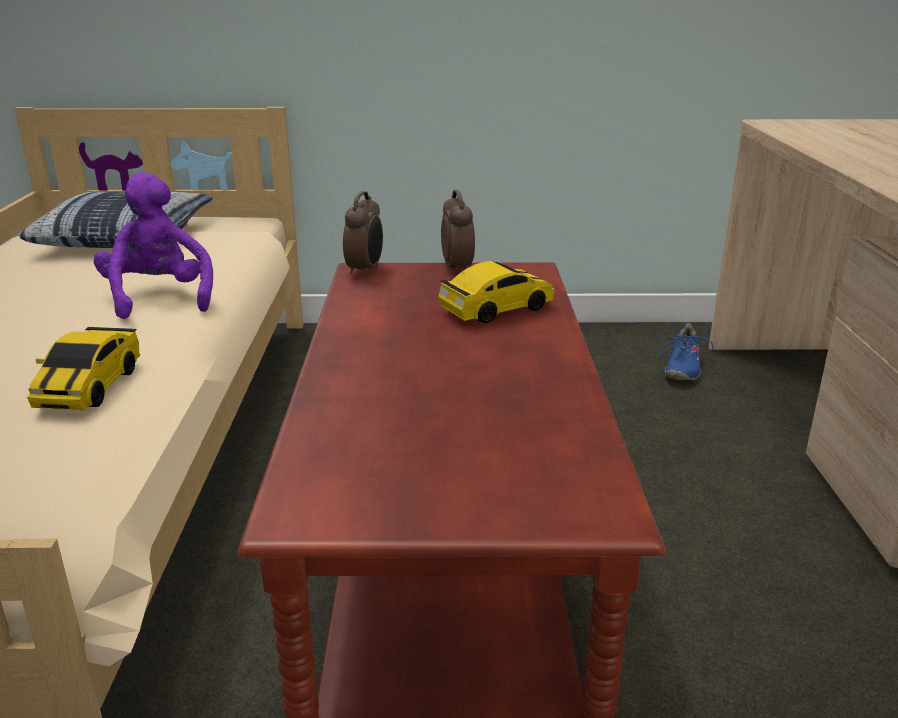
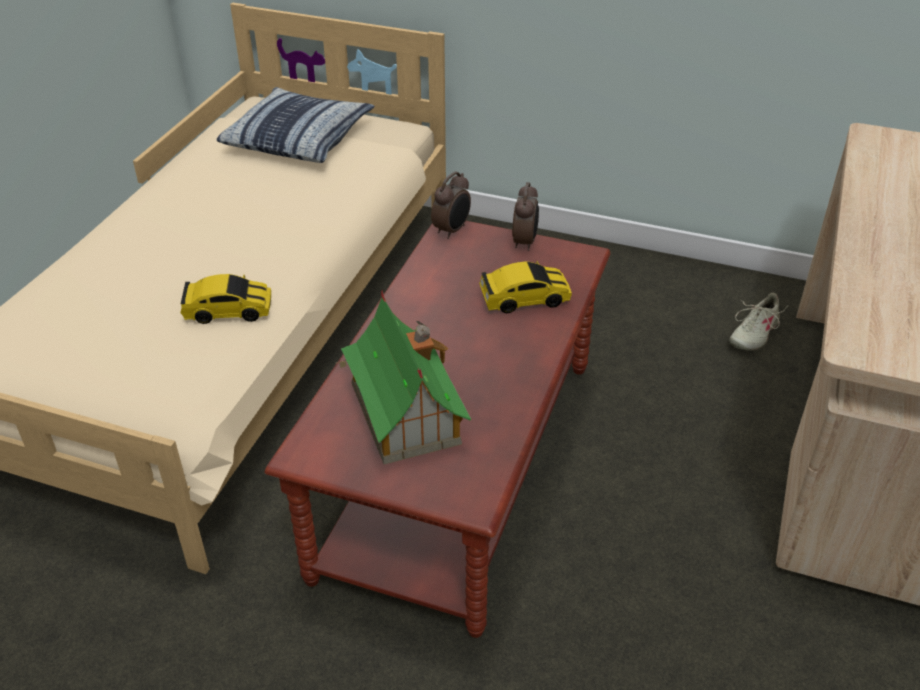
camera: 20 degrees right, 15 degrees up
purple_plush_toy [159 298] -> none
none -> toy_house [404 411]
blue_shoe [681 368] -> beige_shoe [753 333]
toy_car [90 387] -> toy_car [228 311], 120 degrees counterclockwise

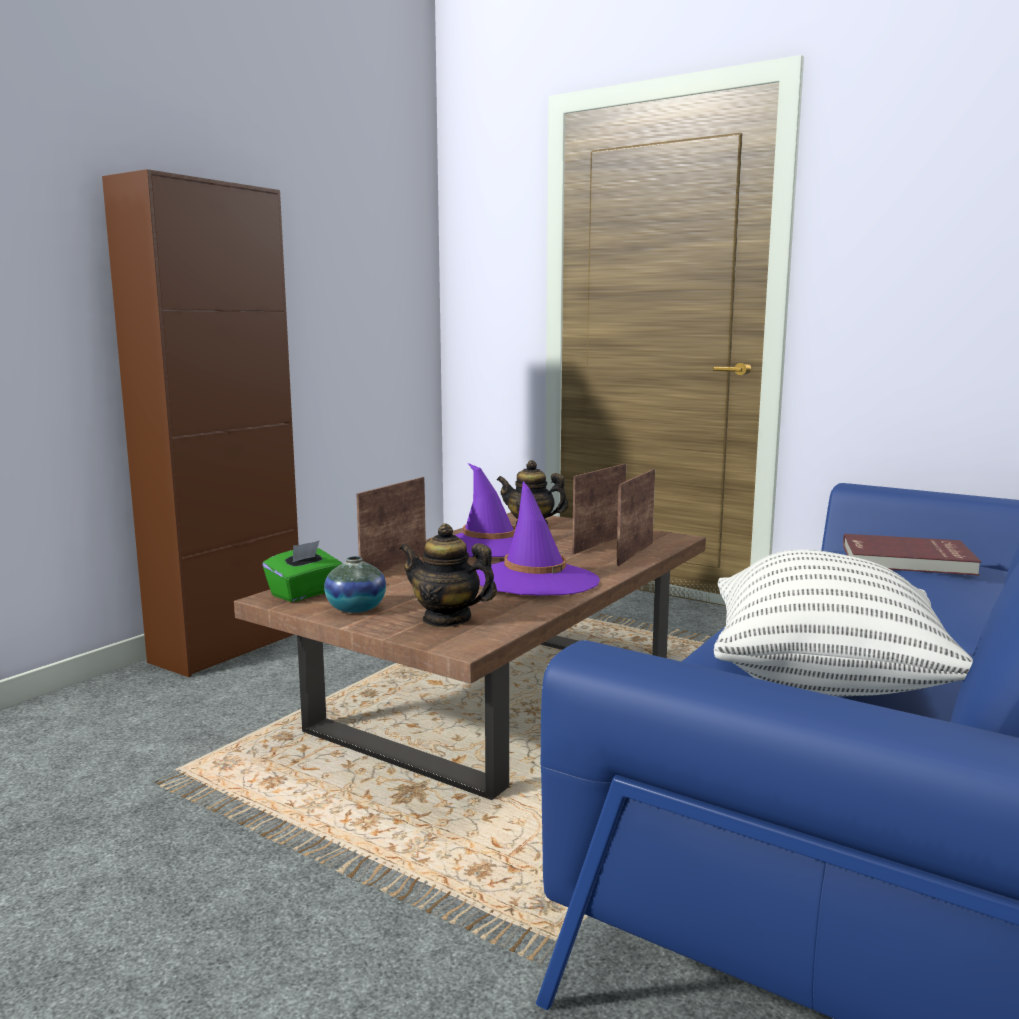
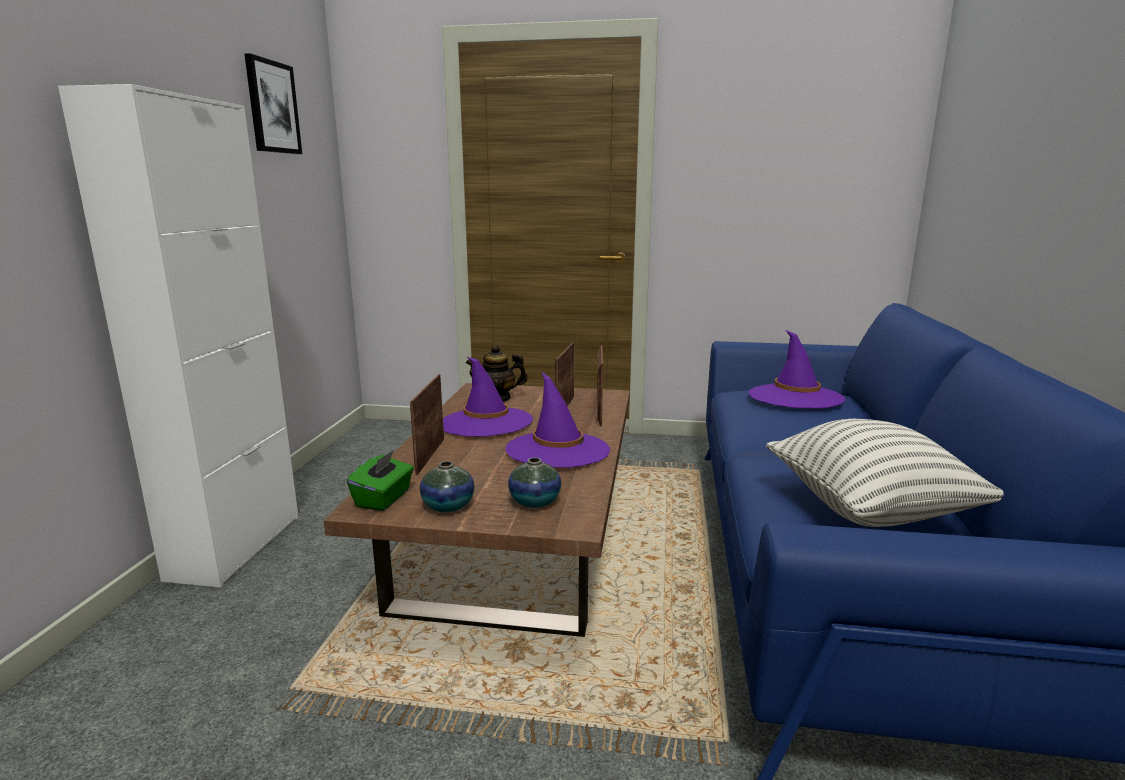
camera: 25 degrees left, 5 degrees up
none -> picture [272 107]
teapot [447 619] -> vase [535 502]
red_book [907 560] -> purple_hat [795 397]
brown_cabinet [228 647] -> white_cabinet [235 547]

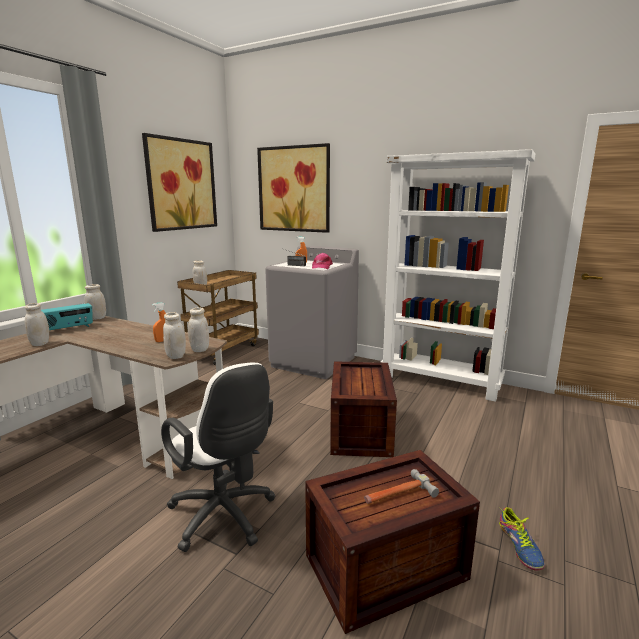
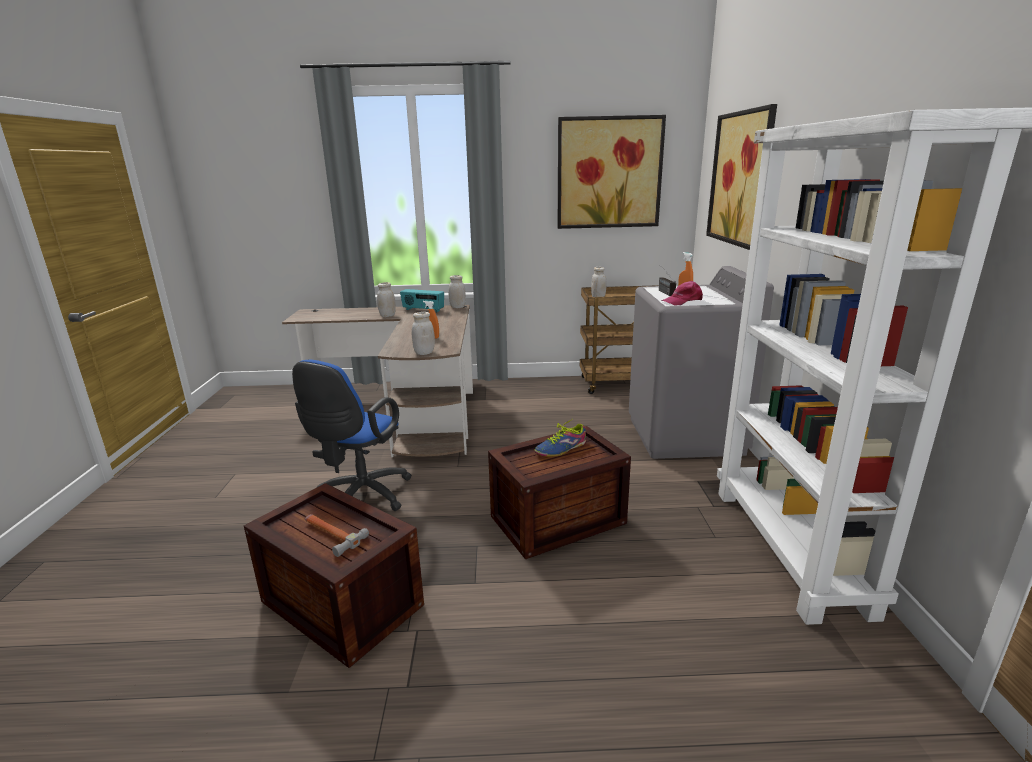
camera: 60 degrees right, 5 degrees up
white_jar [176 356] -> none
shoe [520 545] -> shoe [561 449], shifted
white_office_chair [225 517] -> blue_office_chair [360 498]

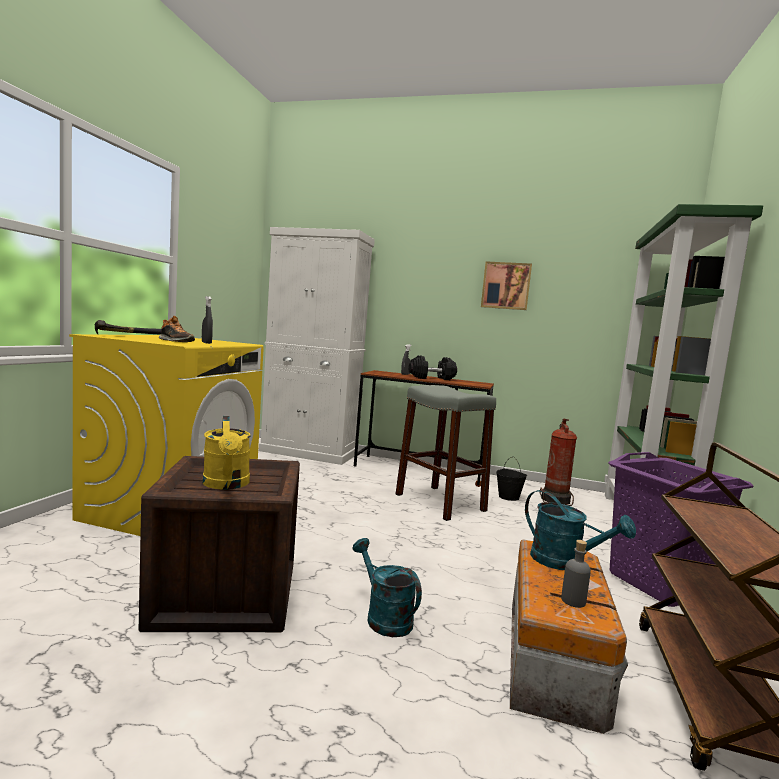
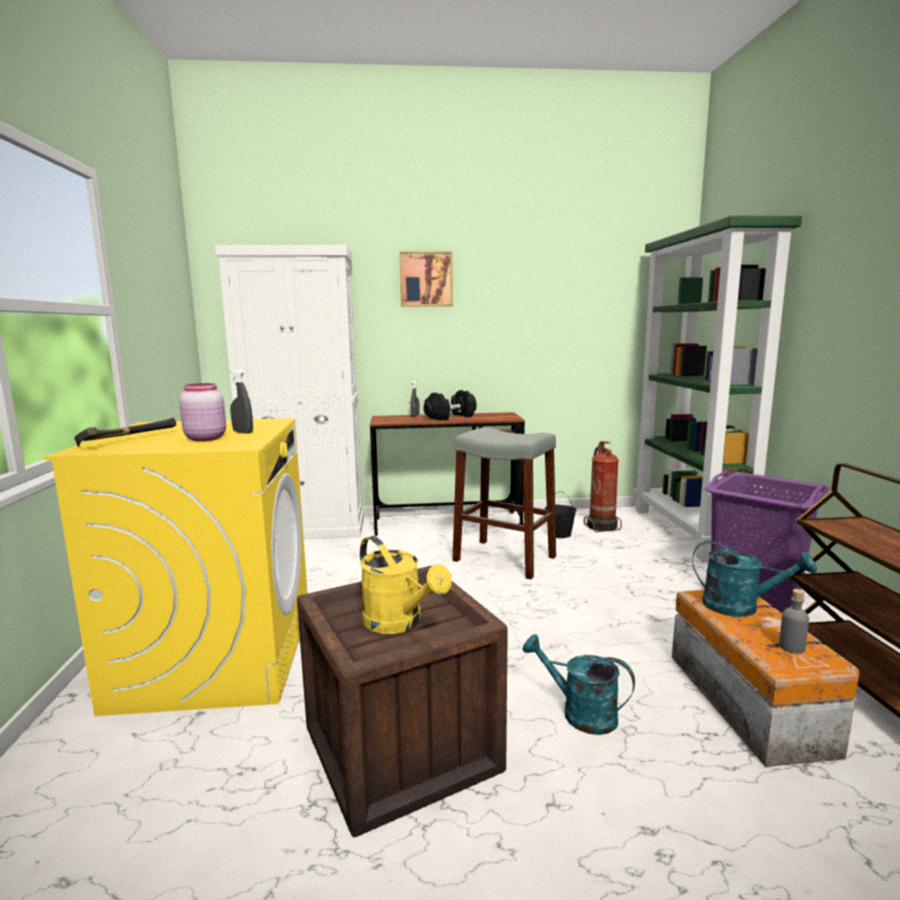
camera: 20 degrees left, 5 degrees up
picture [506 286] -> picture [426 279], shifted
shoe [175 341] -> pink_jar [205 438]

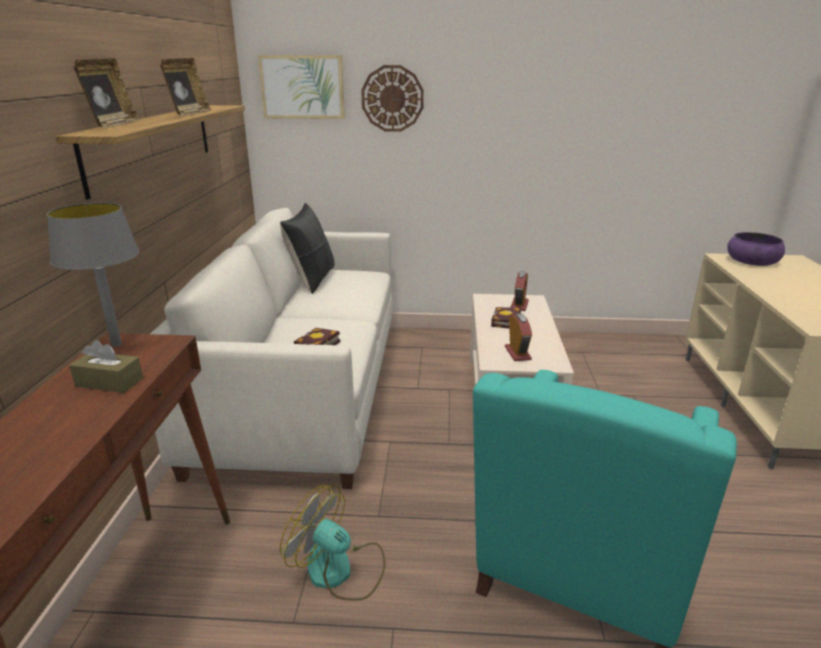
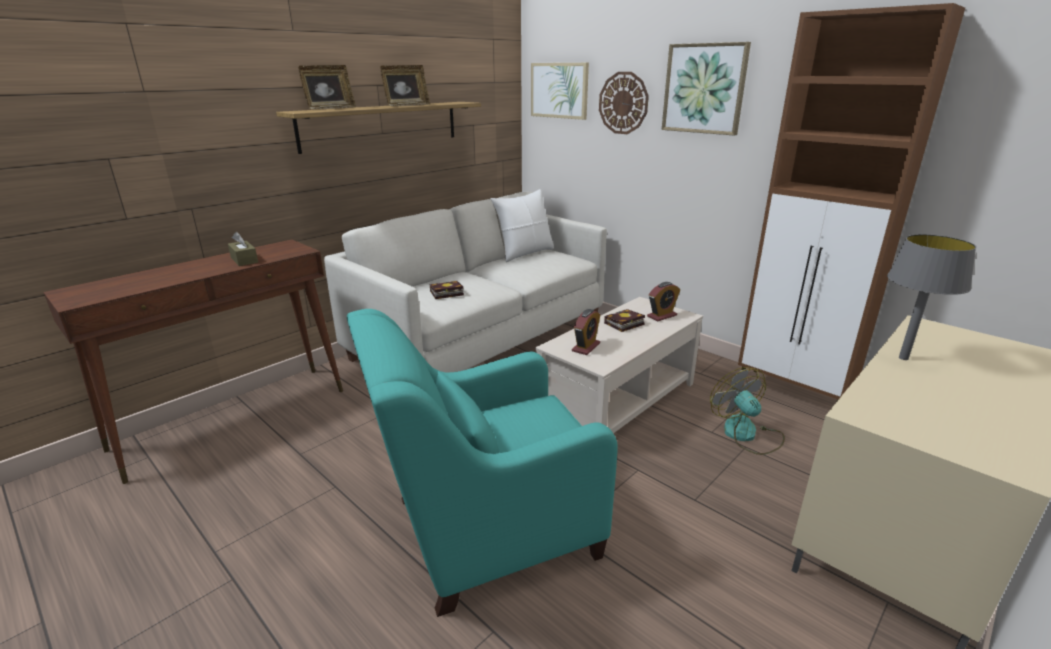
camera: 40 degrees right, 0 degrees up
purple_bowl [752 261] -> none
none -> picture [704 89]
none -> brown_cabinet [793 393]
grey_table_lamp [116 344] -> grey_table_lamp [903 358], shifted
fan [339 571] -> fan [746 435], shifted
black_pillow [312 280] -> white_pillow [524 253]

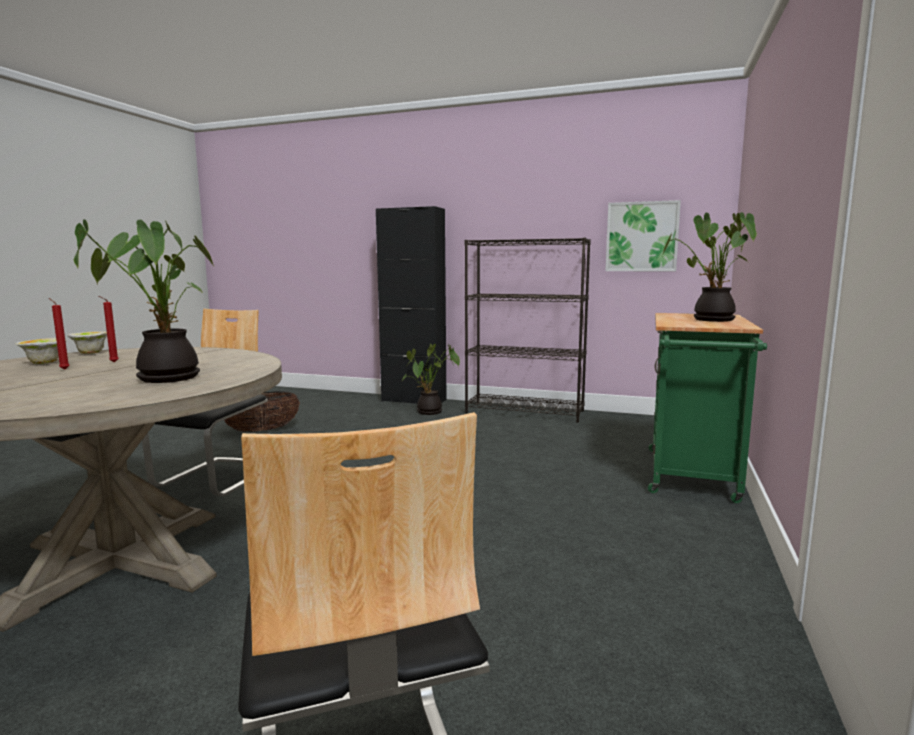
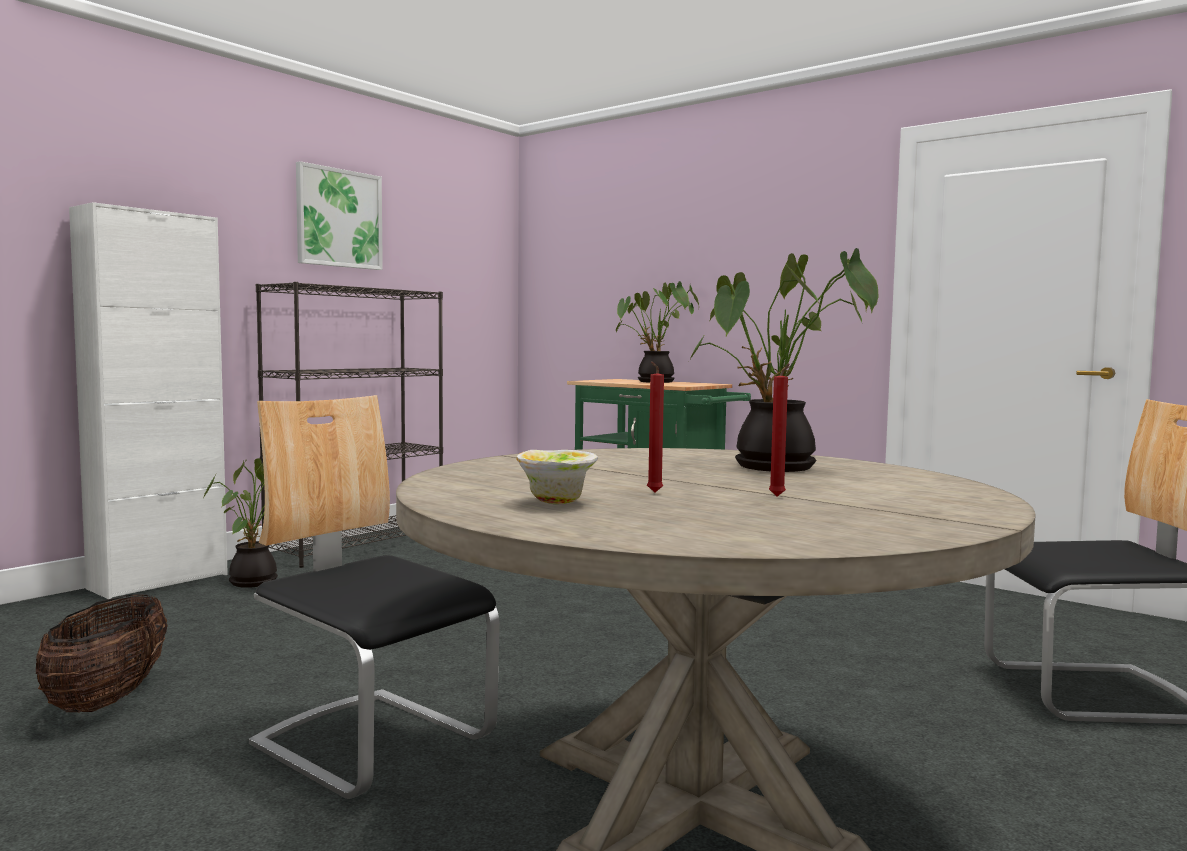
camera: 70 degrees left, 5 degrees down
bowl [89 353] -> none
red_candle [112 362] -> red_candle [778 497], shifted
picture [642 237] -> picture [339 218], shifted
black_cabinet [414 400] -> white_cabinet [159 581]

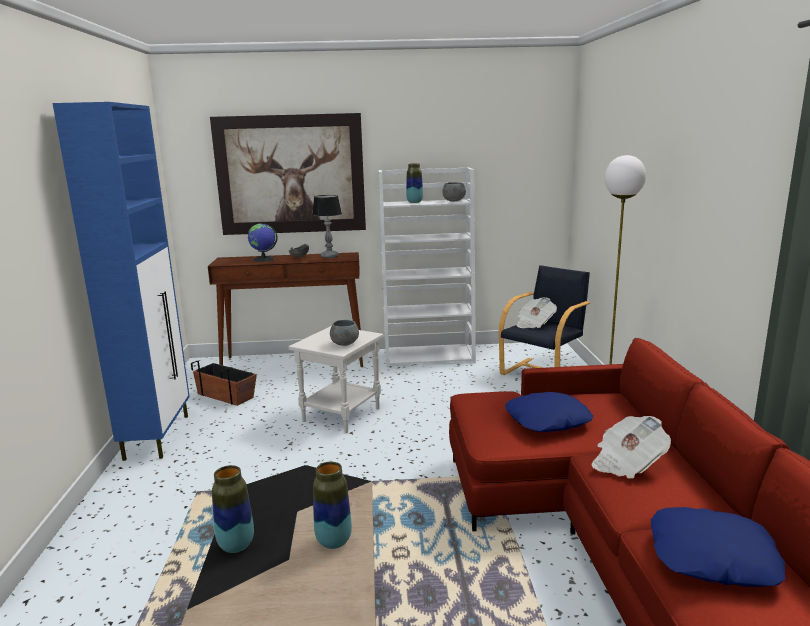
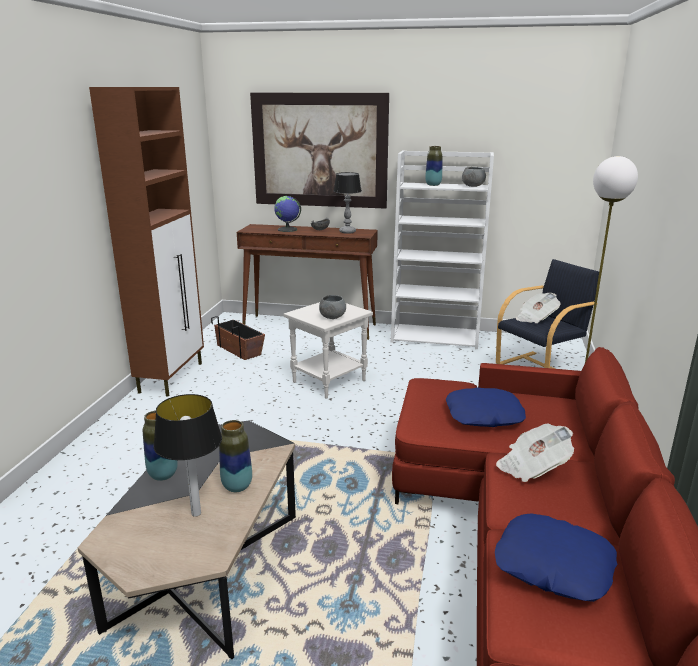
camera: 15 degrees right, 5 degrees up
none -> table_lamp [196 513]
blue_cabinet [158 436] -> brown_cabinet [172 377]

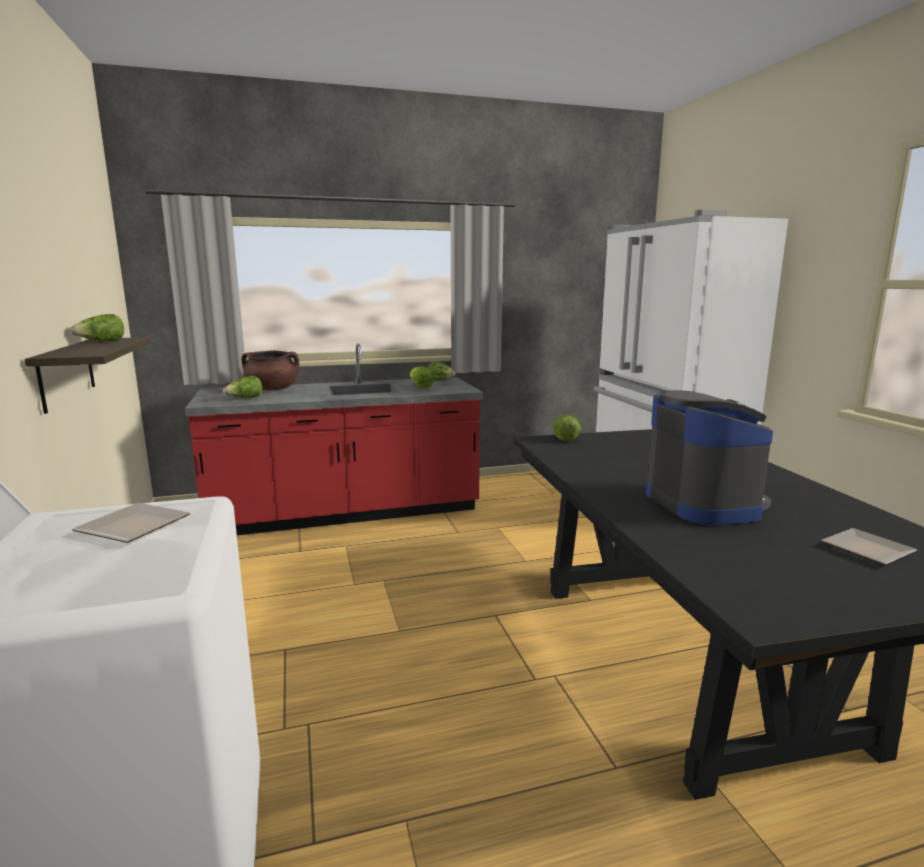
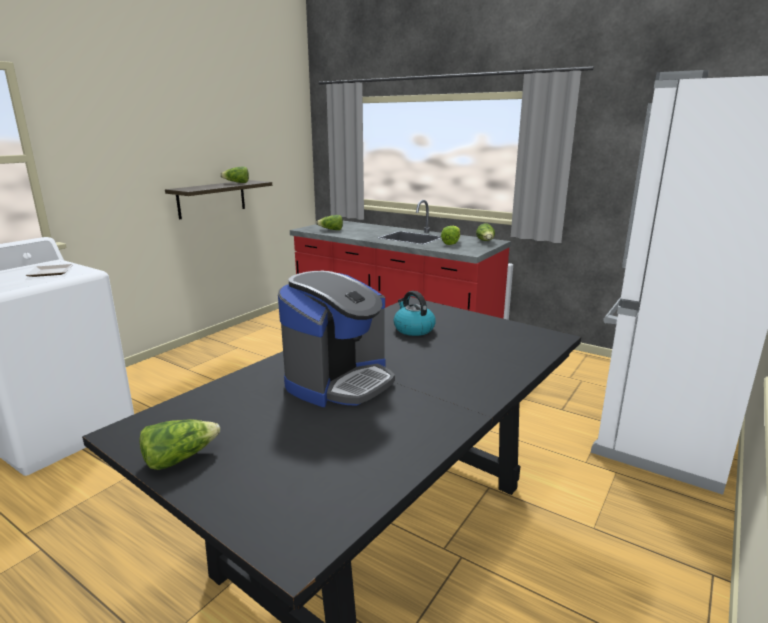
camera: 50 degrees right, 5 degrees up
brown_cooking_pot [272 389] -> none
plate [870 550] -> none
none -> kettle [413 329]
lettuce [565 438] -> lettuce [179 458], shifted

